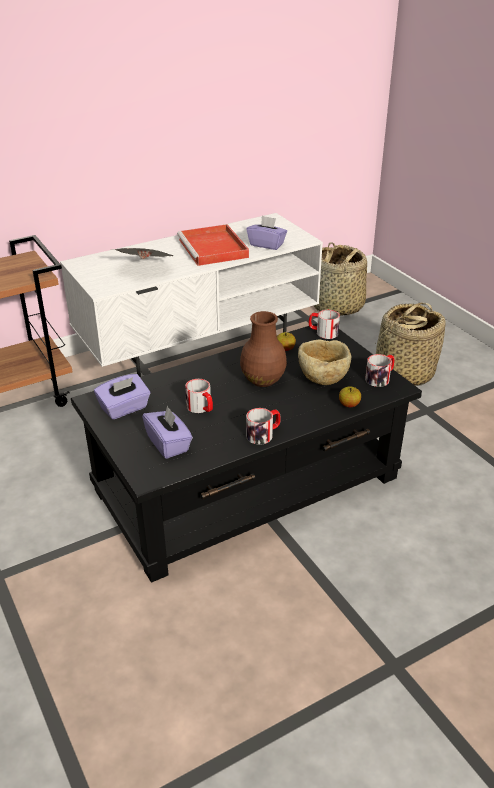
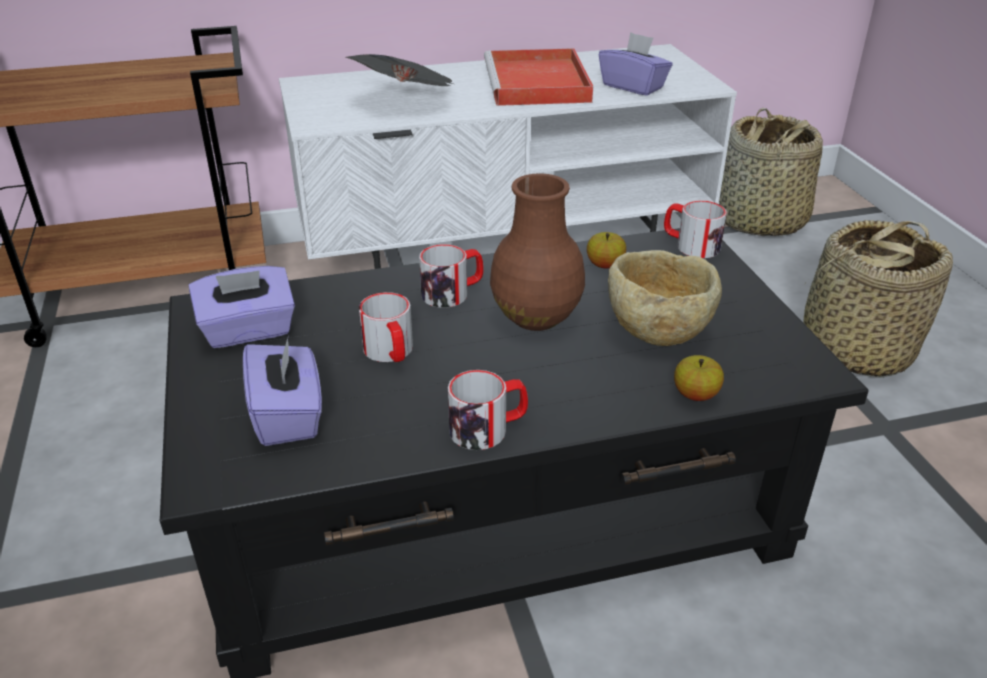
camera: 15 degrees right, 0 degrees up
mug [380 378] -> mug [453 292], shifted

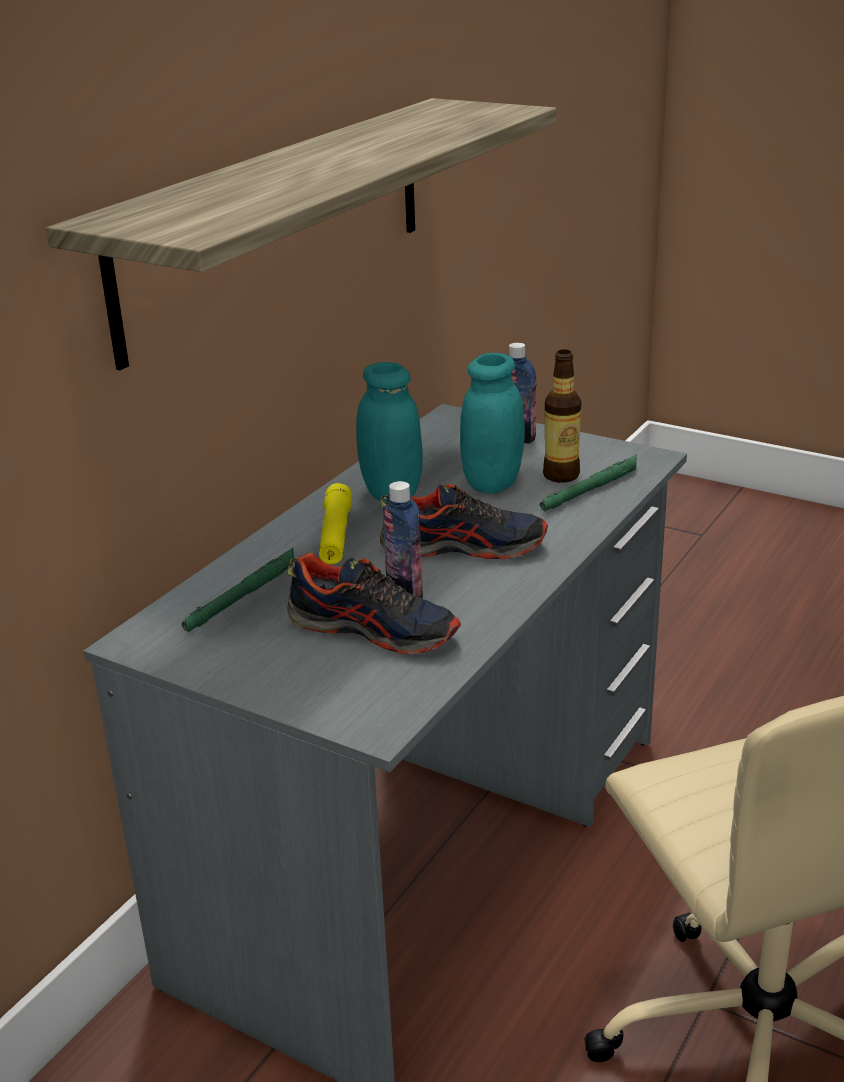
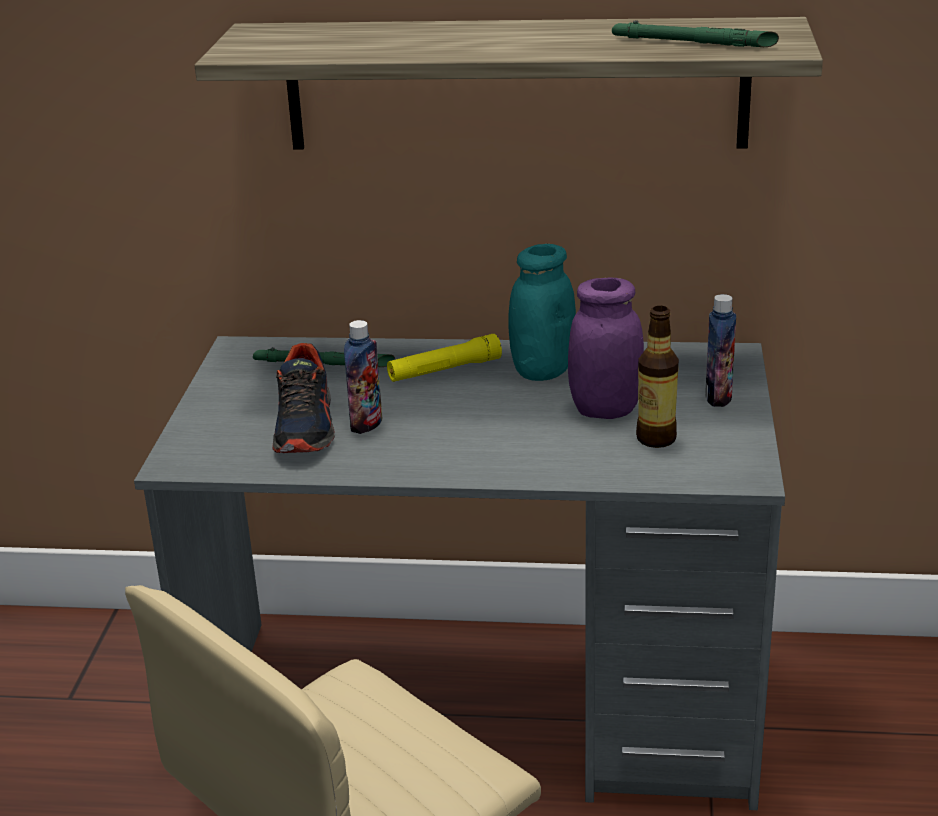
camera: 65 degrees right, 0 degrees up
shoe [463 547] -> none
green_flashlight [592 489] -> green_flashlight [693 42], shifted
turquoise_jar [492 483] -> purple_jar [605 410]

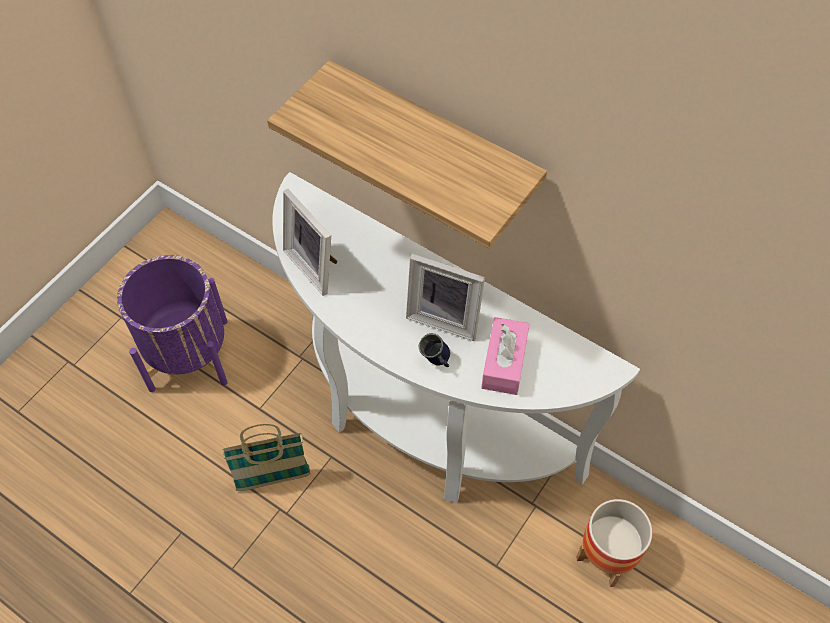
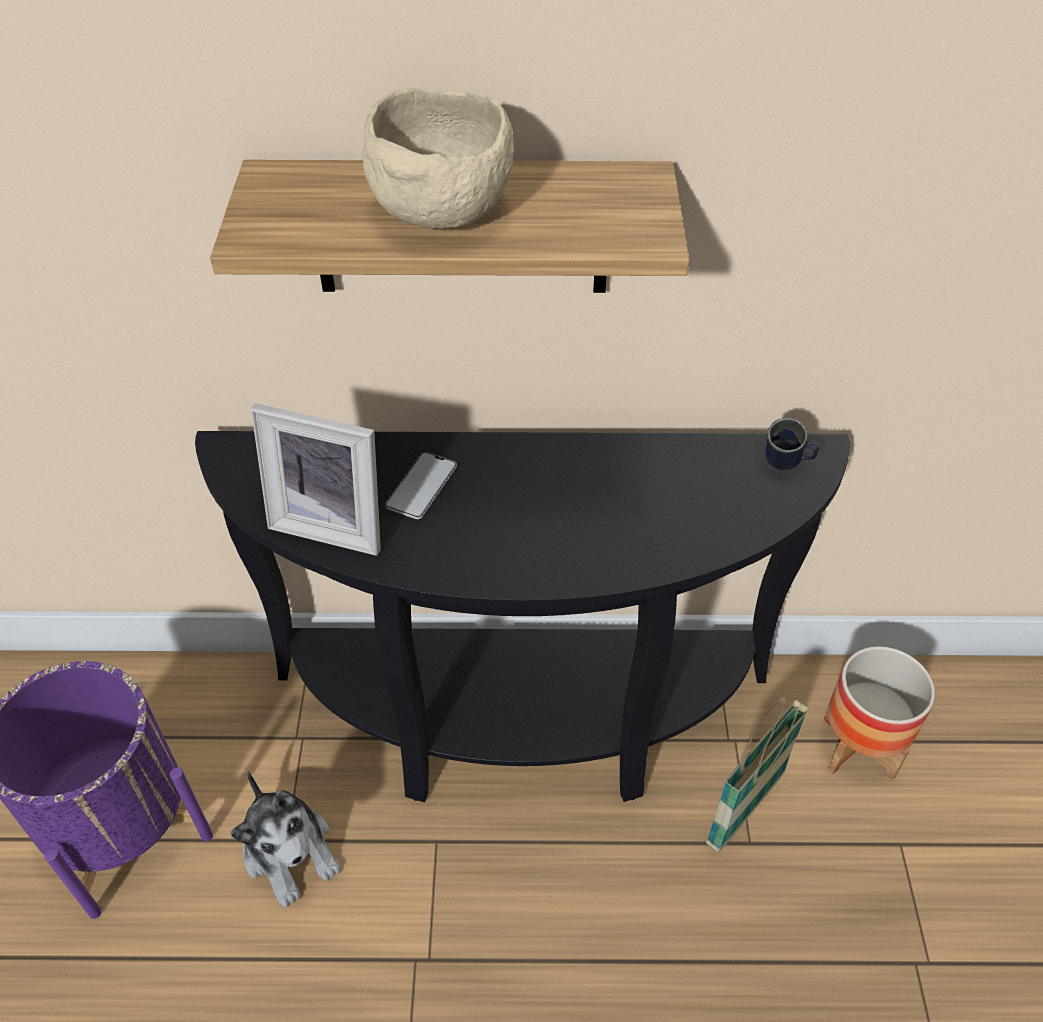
camera: 35 degrees left, 10 degrees down
picture_frame [445 316] -> none
pink_tissue_box [504 363] -> none
none -> plush_toy [290 851]
none -> beige_bowl [442 211]
none -> phone [421 486]
basket [273 479] -> basket [745 809], shifted
blue_mug [436 362] -> blue_mug [787 466], shifted
white_console_table [421 422] -> black_console_table [521 726]

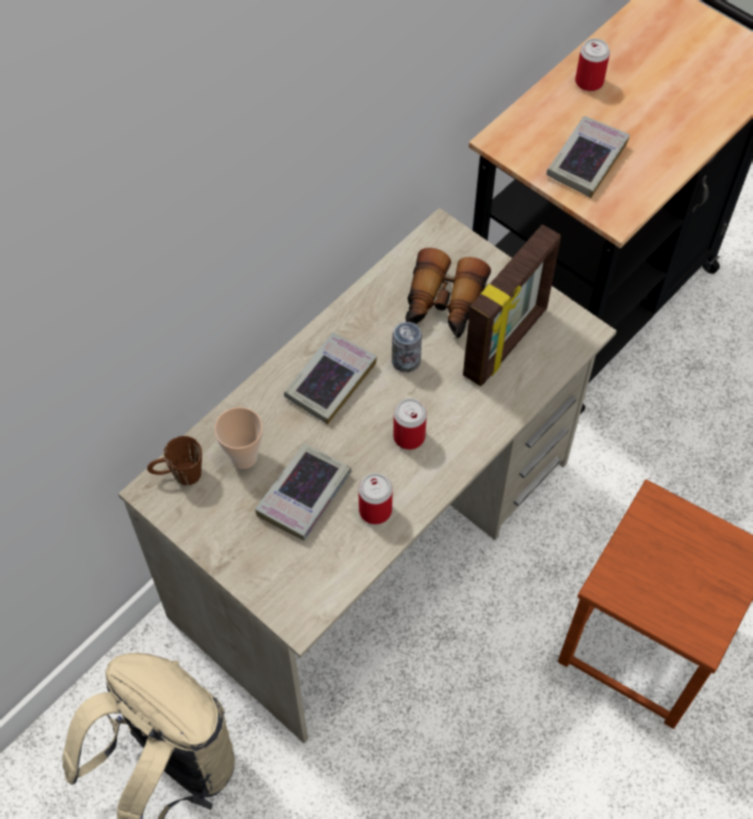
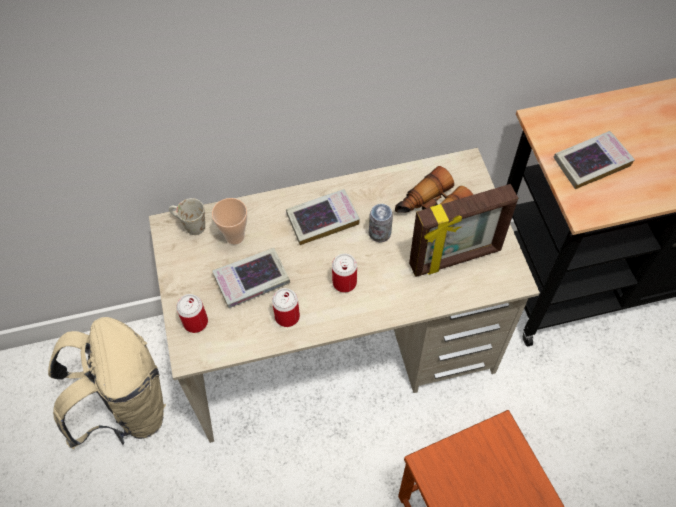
camera: 35 degrees right, 0 degrees up
can [589 82] -> can [195 322], shifted
brown_mug [178 475] -> white_mug [189 225]

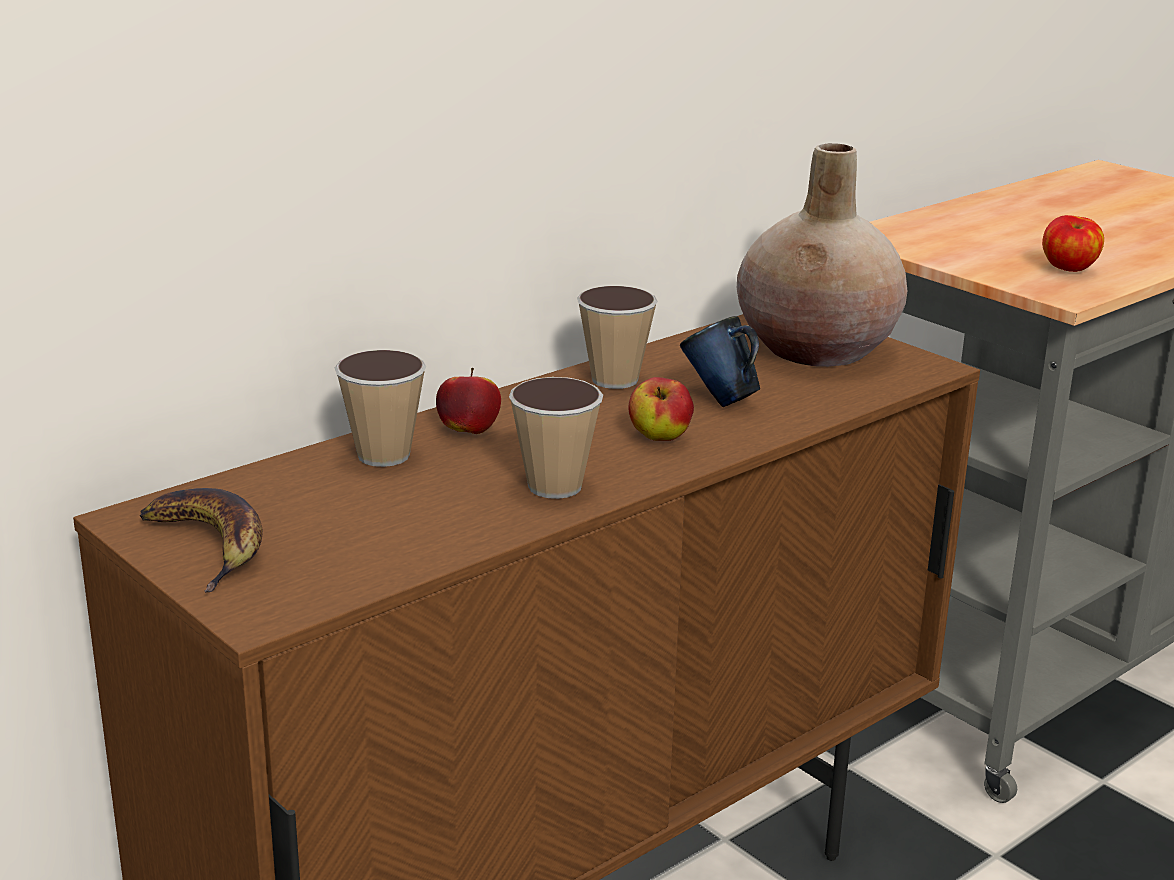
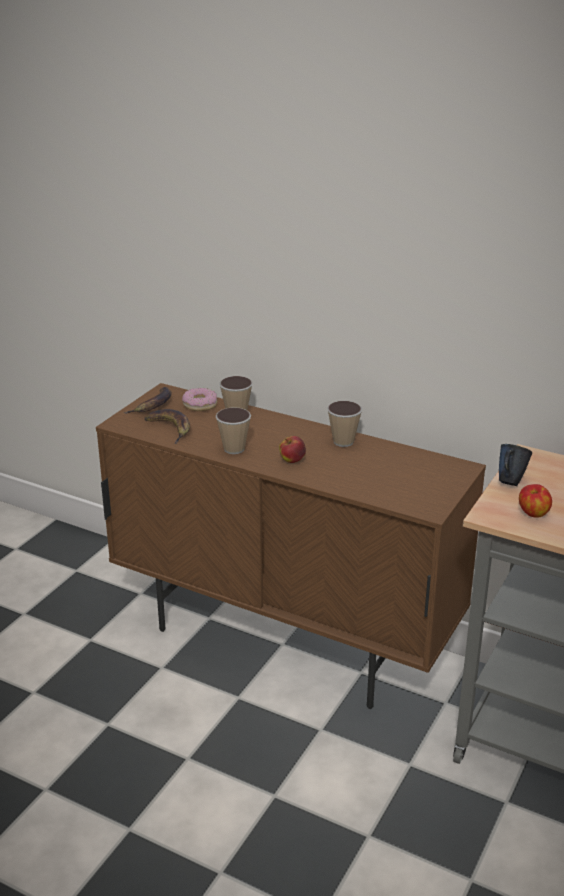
camera: 70 degrees right, 5 degrees up
apple [468 431] -> none
beige_vase [817 349] -> none
none -> banana [170 429]
none -> donut [200 405]
blue_mug [720 400] -> blue_mug [510 481], shifted

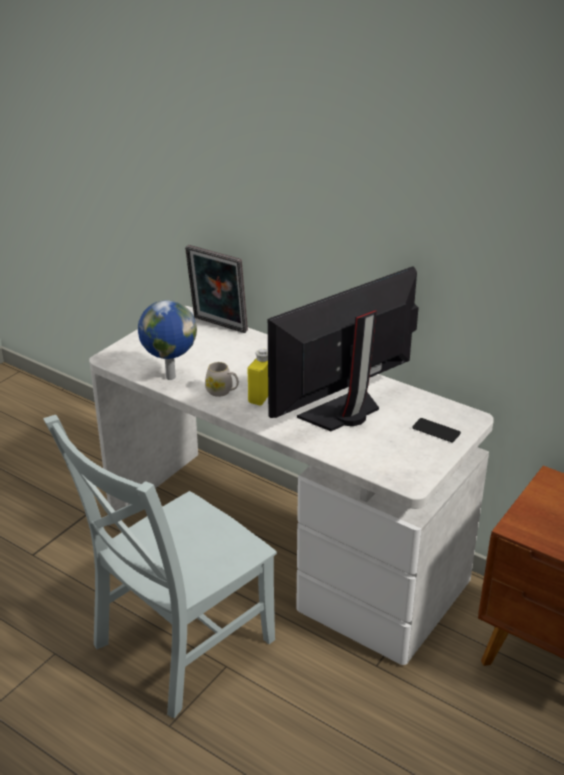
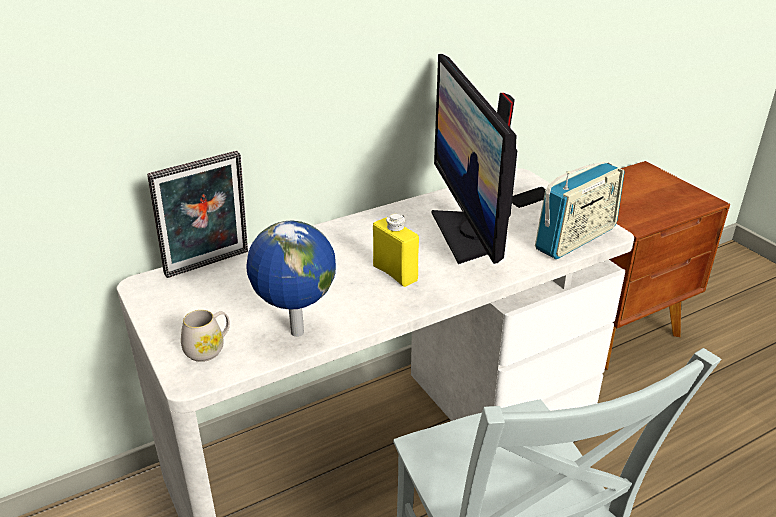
camera: 65 degrees left, 0 degrees up
none -> radio [576 239]
white_mug [222 391] -> white_mug [209 349], shifted

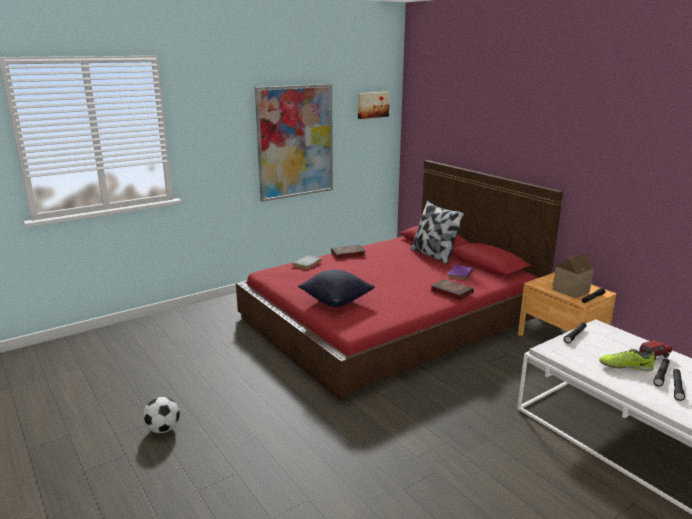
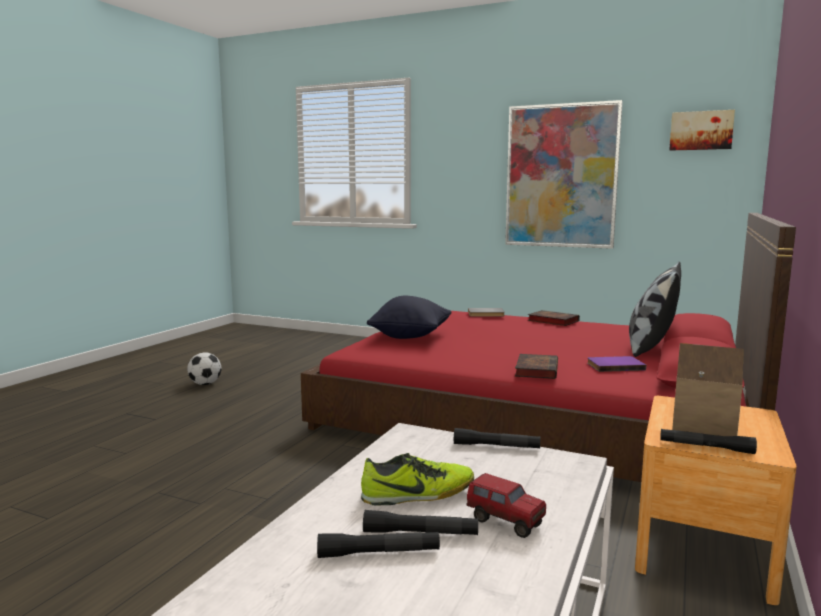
camera: 60 degrees right, 10 degrees down
shoe [625 366] -> shoe [418 495], 105 degrees clockwise

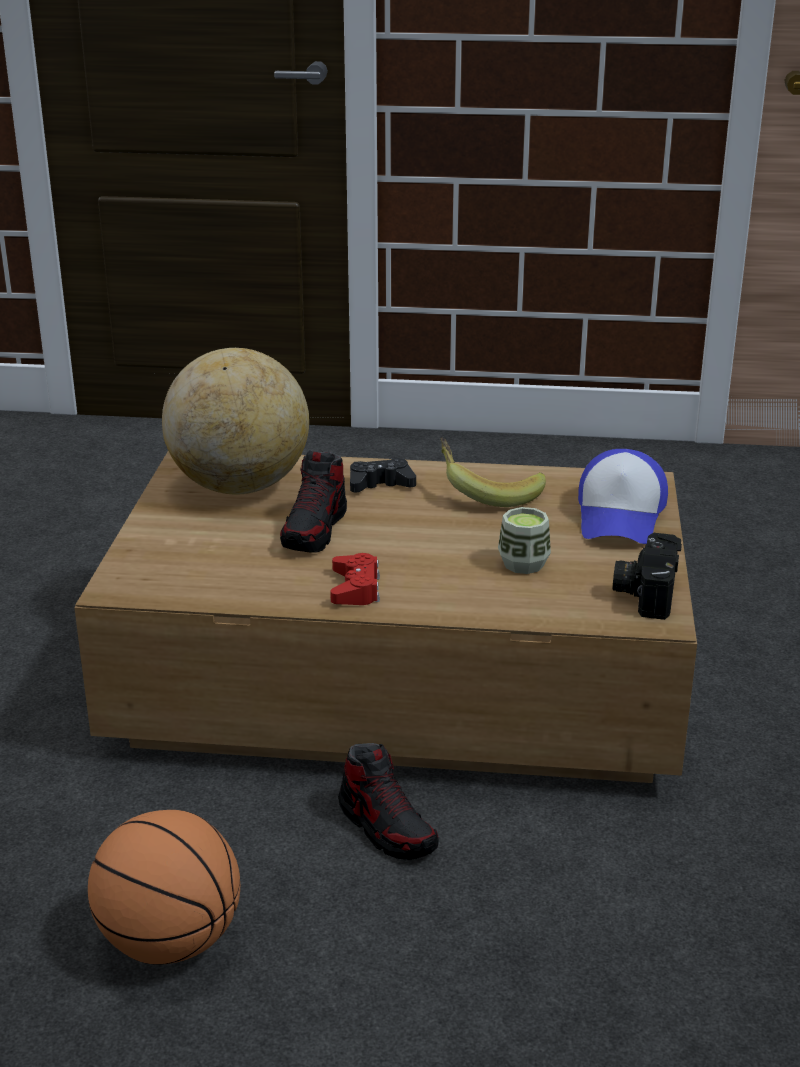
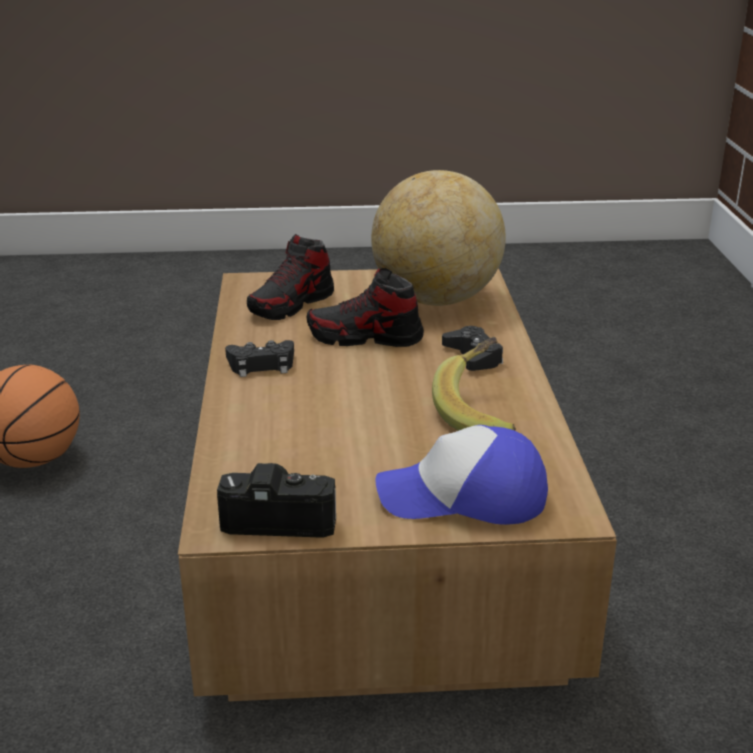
camera: 80 degrees right, 0 degrees up
cup [523 564] -> none
shoe [387 828] -> shoe [291 304], shifted
red_game_controller [355 588] -> black_game_controller [261 365]

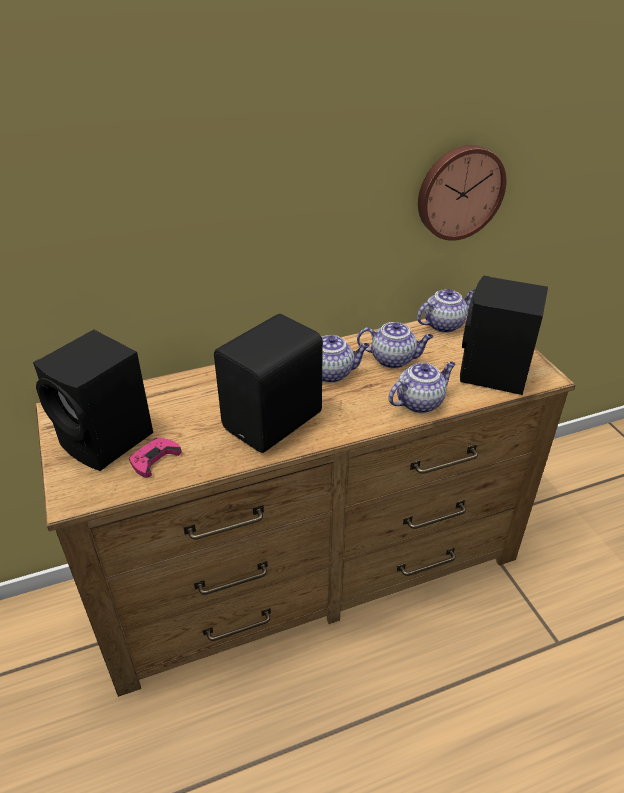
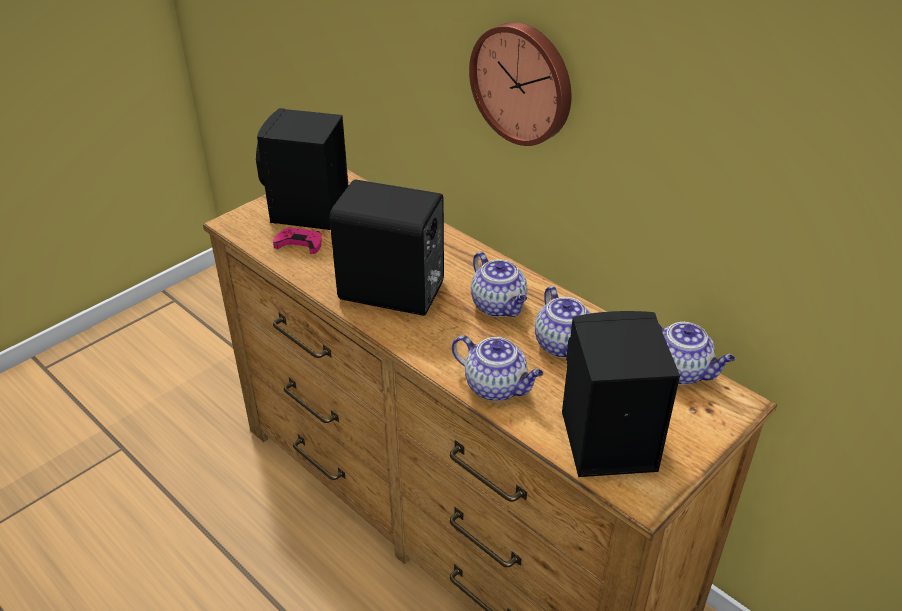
camera: 65 degrees right, 0 degrees up
wall_clock [459 192] -> wall_clock [523 83], shifted

